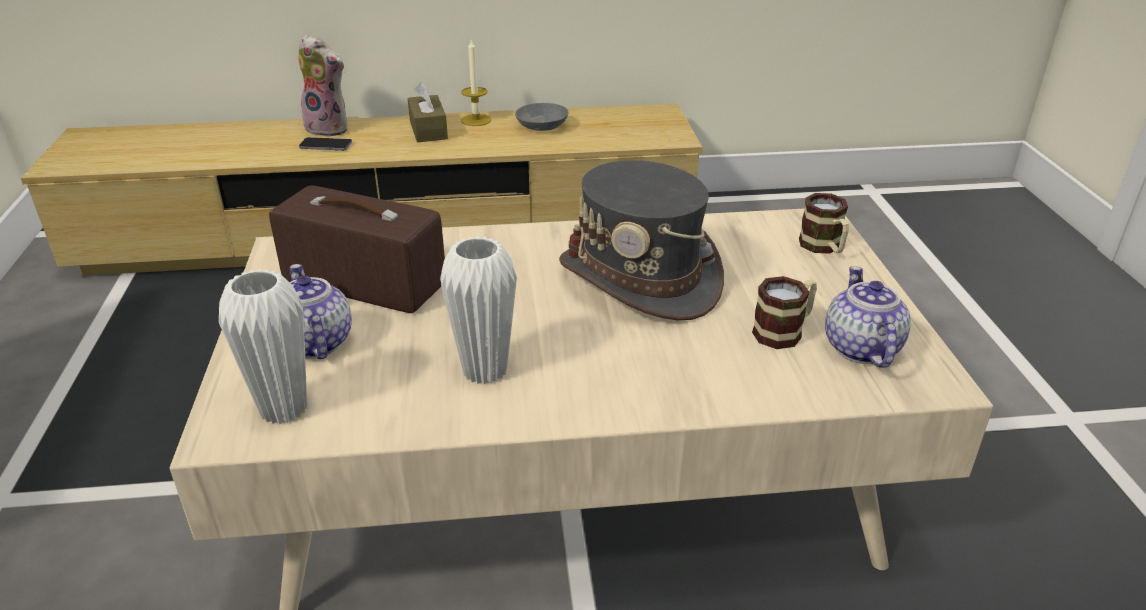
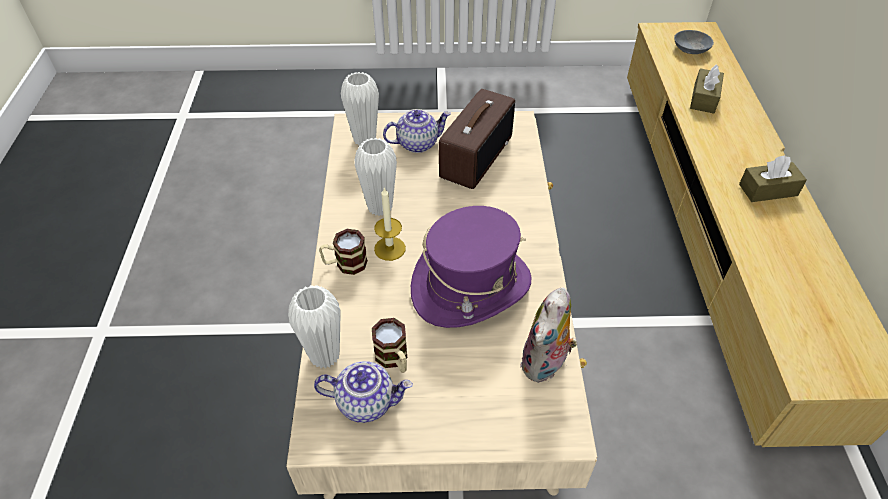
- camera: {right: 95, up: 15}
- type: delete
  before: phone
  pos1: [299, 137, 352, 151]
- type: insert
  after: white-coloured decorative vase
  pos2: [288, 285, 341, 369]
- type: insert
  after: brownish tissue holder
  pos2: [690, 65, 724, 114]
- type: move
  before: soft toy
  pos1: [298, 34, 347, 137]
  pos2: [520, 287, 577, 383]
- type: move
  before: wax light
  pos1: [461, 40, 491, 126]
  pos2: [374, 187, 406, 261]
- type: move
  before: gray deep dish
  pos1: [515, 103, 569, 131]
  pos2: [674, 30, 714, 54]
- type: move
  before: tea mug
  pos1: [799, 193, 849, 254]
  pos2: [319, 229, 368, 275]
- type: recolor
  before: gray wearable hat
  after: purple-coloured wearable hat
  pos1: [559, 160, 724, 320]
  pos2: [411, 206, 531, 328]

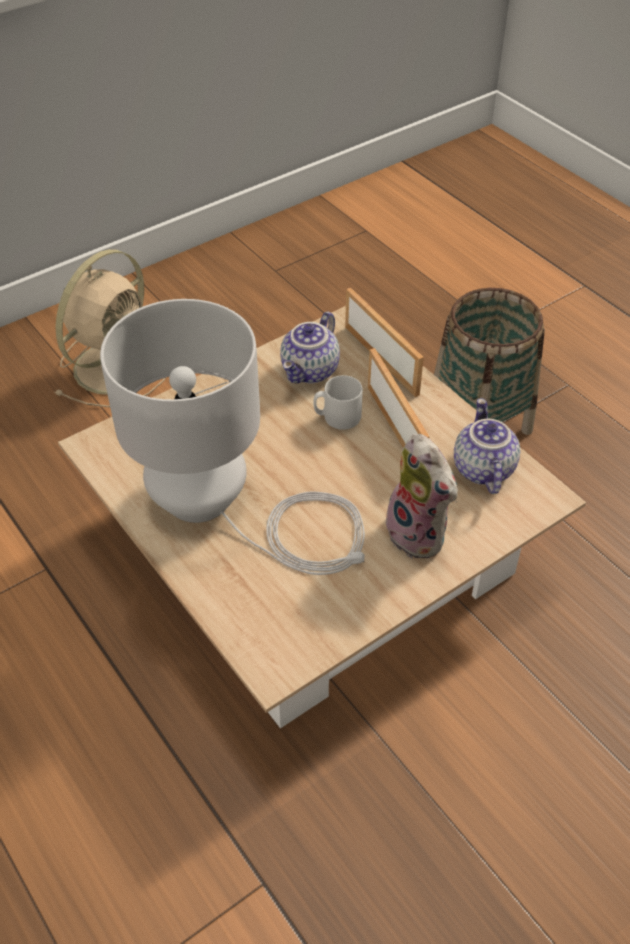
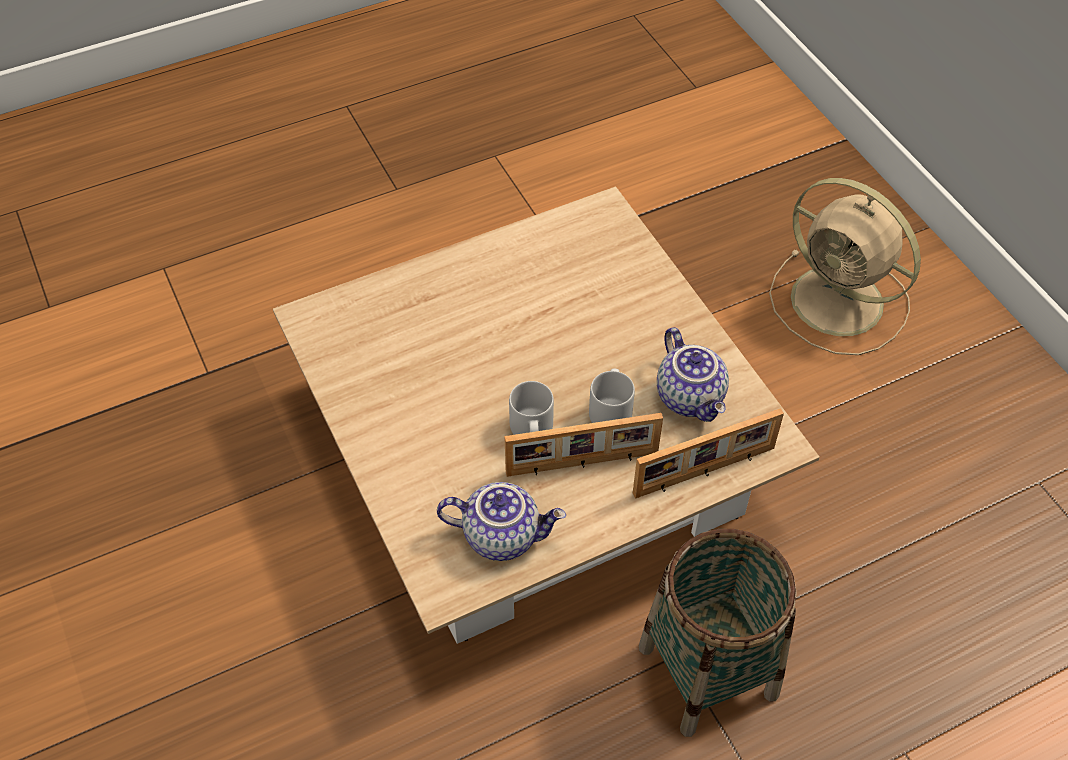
- camera: {right: 100, up: 5}
- type: delete
  before: gray lamp for a table
  pos1: [100, 299, 365, 575]
- type: delete
  before: soft toy
  pos1: [385, 434, 458, 559]
- type: insert
  after: gray tea mug
  pos2: [509, 381, 554, 435]
- type: rotate
  before: tea pot
  pos1: [280, 311, 340, 384]
  pos2: [657, 327, 729, 422]
  turn: -150

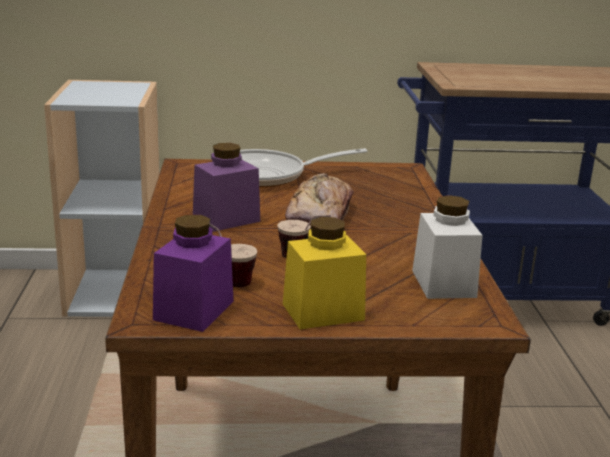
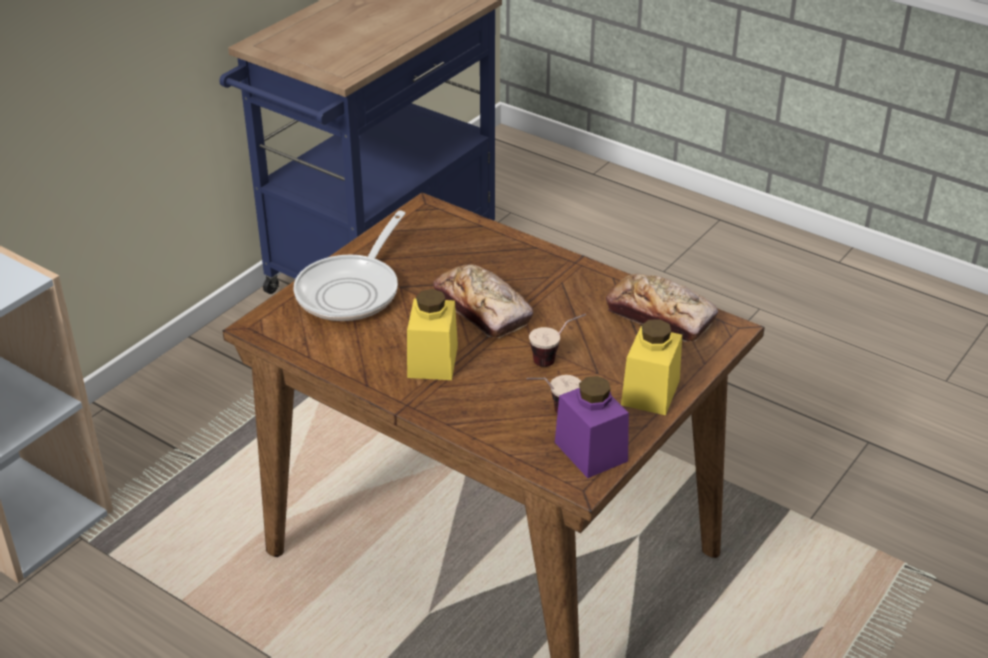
- camera: {right: -50, up: 15}
- type: replace
  before: white-coloured preserve jar
  after: baked bread
  pos1: [412, 195, 483, 299]
  pos2: [606, 274, 718, 342]
- type: recolor
  before: purple-coloured preserve jar
  after: yellow-coloured preserve jar
  pos1: [193, 143, 260, 232]
  pos2: [407, 289, 458, 380]

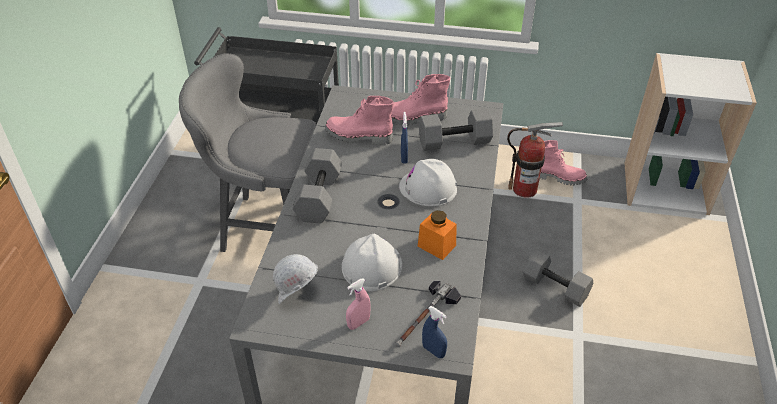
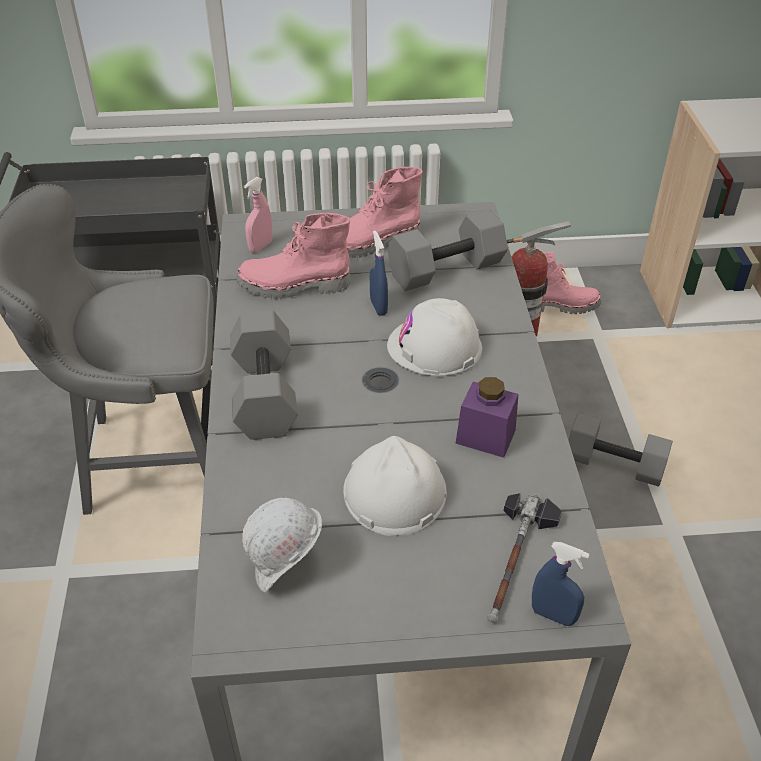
- camera: {right: -15, up: 0}
- type: move
  before: pink hand sprayer
  pos1: [346, 278, 371, 330]
  pos2: [244, 177, 273, 253]
- type: recolor
  before: orangey preserve jar
  after: purple-coloured preserve jar
  pos1: [418, 210, 457, 260]
  pos2: [456, 377, 518, 458]

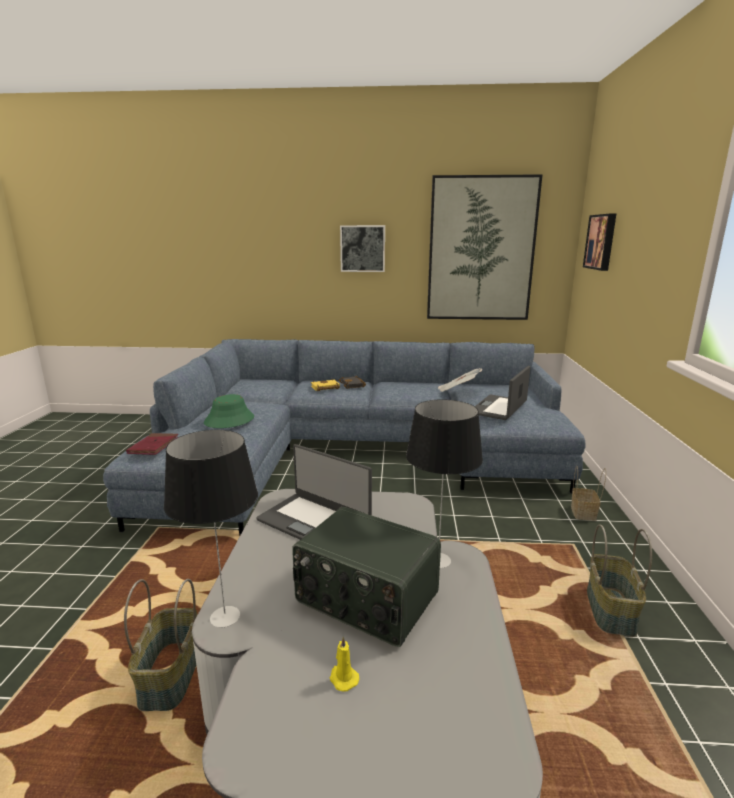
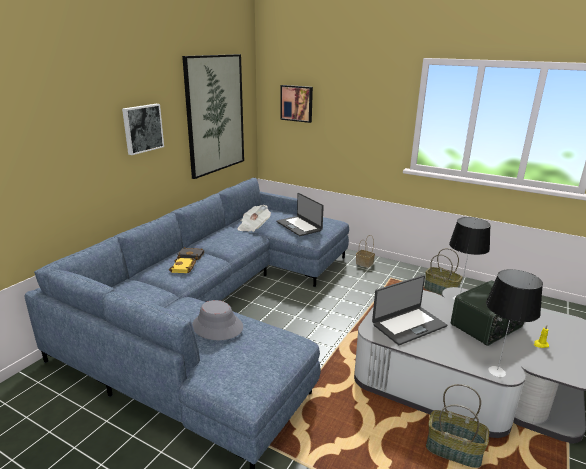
- camera: {right: -65, up: 5}
- type: delete
  before: reddish bound book
  pos1: [126, 433, 178, 455]
- type: recolor
  before: green wearable hat
  after: gray wearable hat
  pos1: [204, 394, 254, 428]
  pos2: [192, 300, 243, 340]

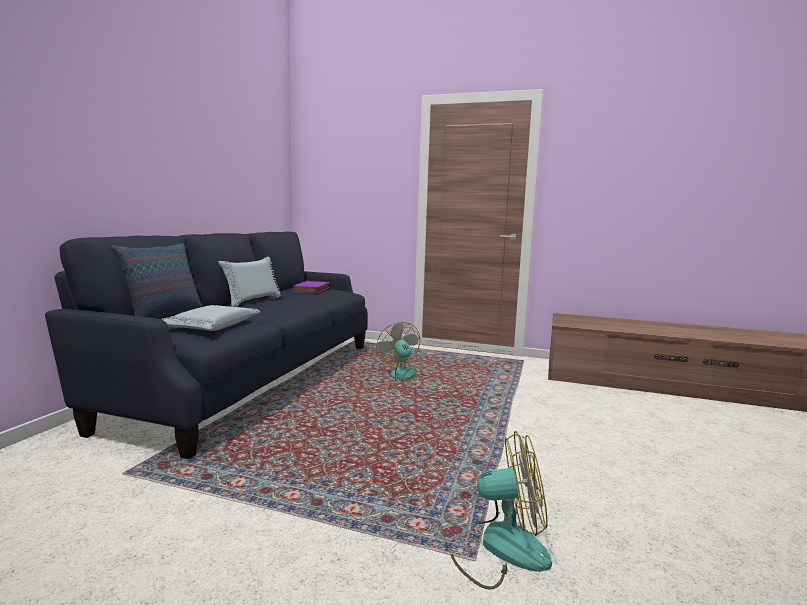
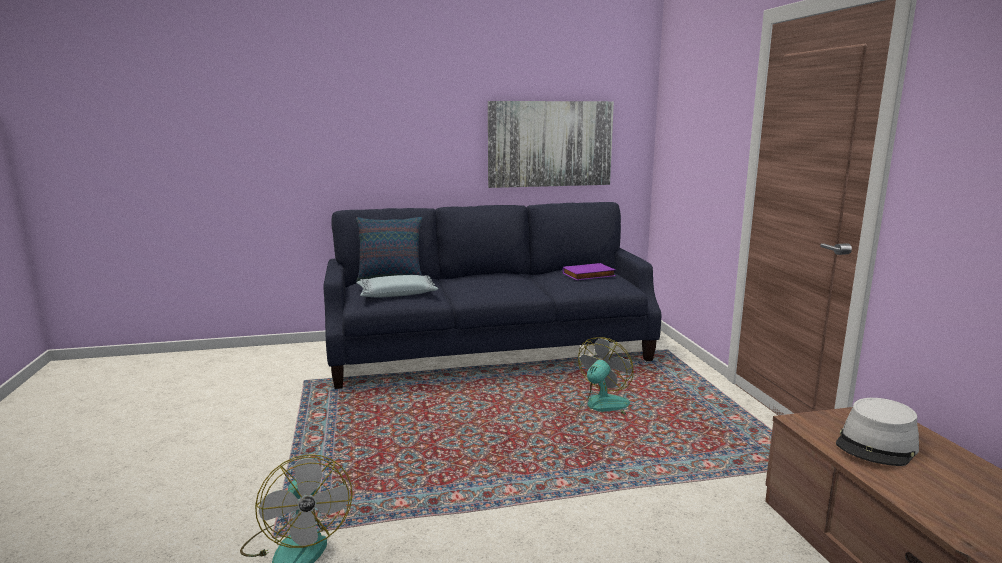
- camera: {right: 60, up: 5}
- type: delete
  before: blue throw pillow
  pos1: [218, 257, 281, 307]
- type: insert
  after: picture
  pos2: [488, 101, 614, 188]
- type: insert
  after: gray wearable hat
  pos2: [836, 398, 919, 466]

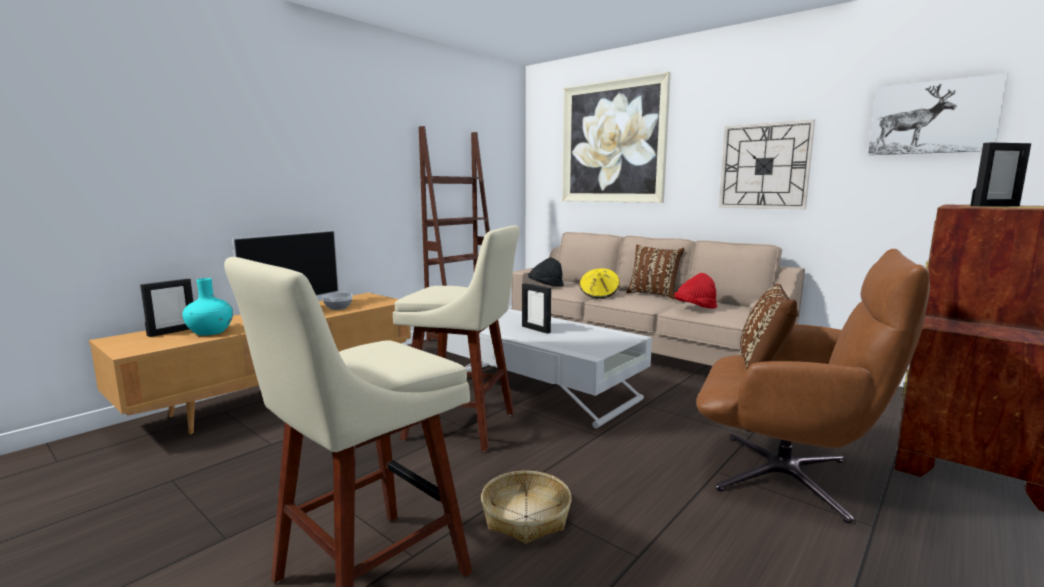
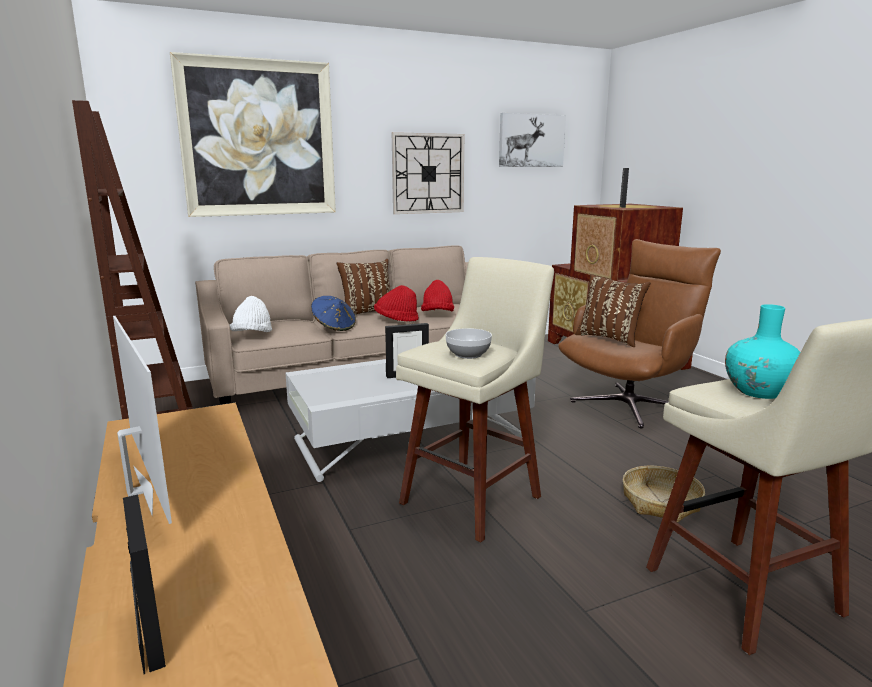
- camera: {right: -65, up: 5}
- type: insert
  after: reddish wearable hat
  pos2: [374, 285, 419, 321]
- type: move
  before: turquoise-coloured decorative vase
  pos1: [182, 278, 233, 336]
  pos2: [725, 304, 800, 399]
- type: move
  before: deep dish
  pos1: [322, 293, 353, 310]
  pos2: [446, 328, 492, 359]
- type: recolor
  before: black-coloured wearable hat
  after: white-coloured wearable hat
  pos1: [528, 258, 564, 287]
  pos2: [230, 296, 272, 332]
- type: recolor
  before: yellow-coloured wearable hat
  after: blue wearable hat
  pos1: [579, 268, 620, 299]
  pos2: [311, 296, 356, 331]

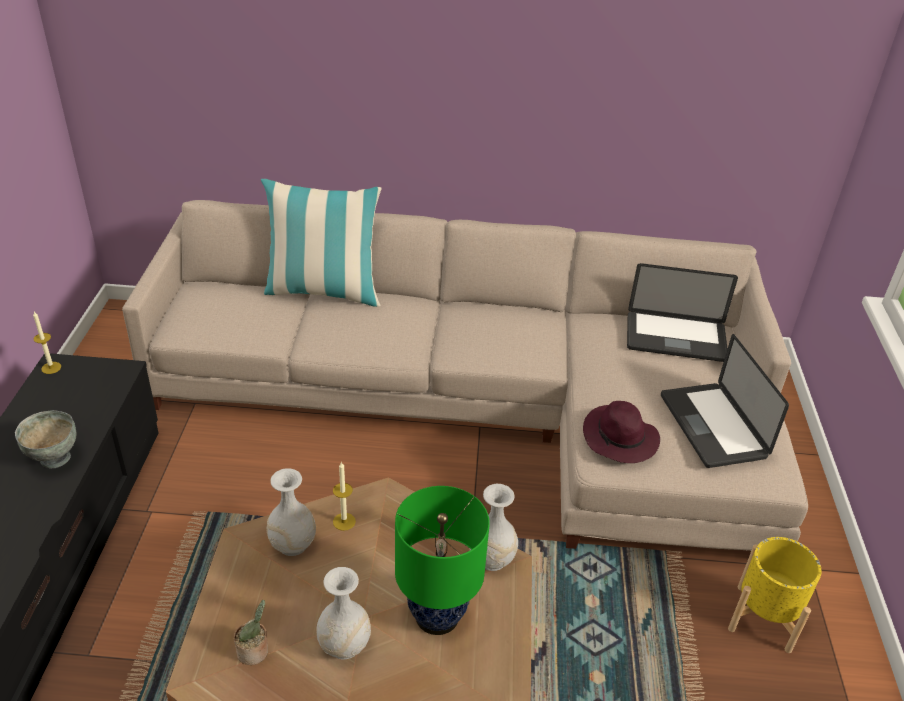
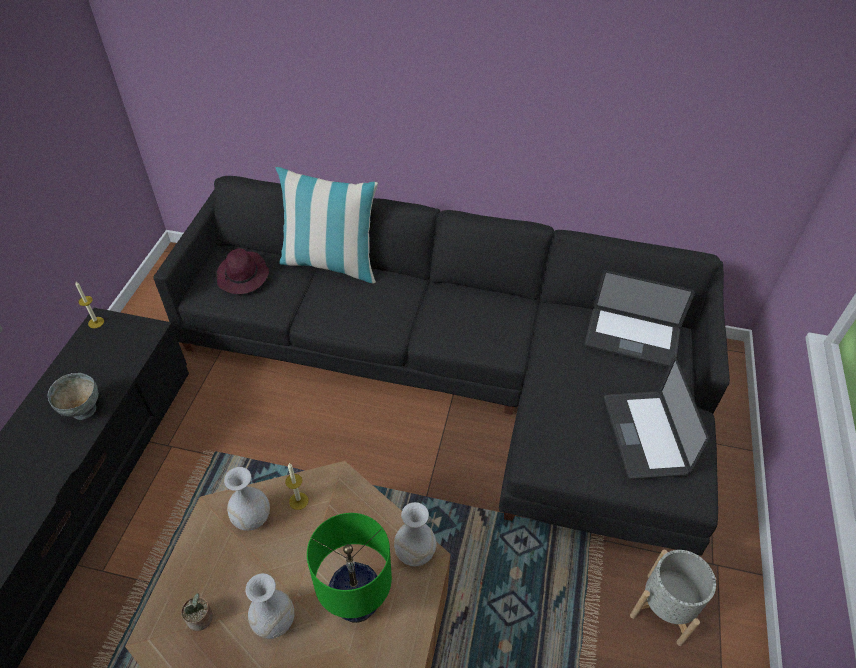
- camera: {right: 10, up: 10}
- type: move
  before: purple-coloured wearable hat
  pos1: [583, 401, 660, 463]
  pos2: [217, 248, 269, 294]
- type: recolor
  before: beige-coloured sofa
  after: black-coloured sofa
  pos1: [122, 200, 808, 551]
  pos2: [153, 176, 730, 556]
- type: recolor
  before: yellow-coloured planter
  after: gray planter
  pos1: [728, 537, 822, 653]
  pos2: [630, 550, 716, 646]

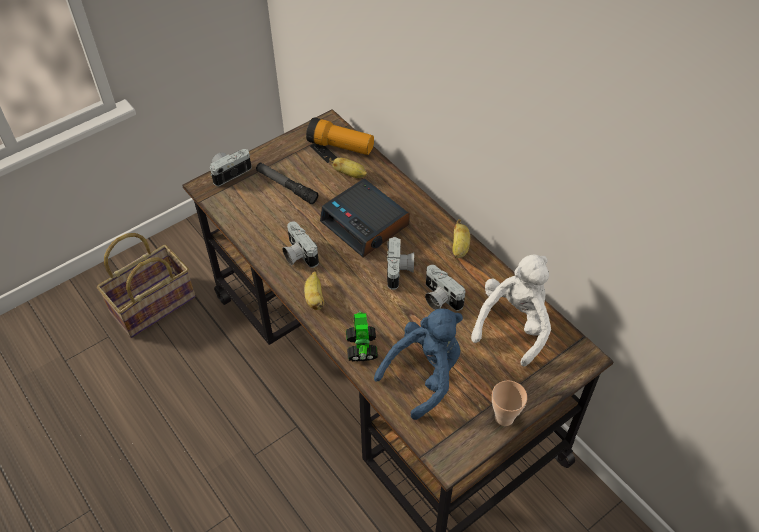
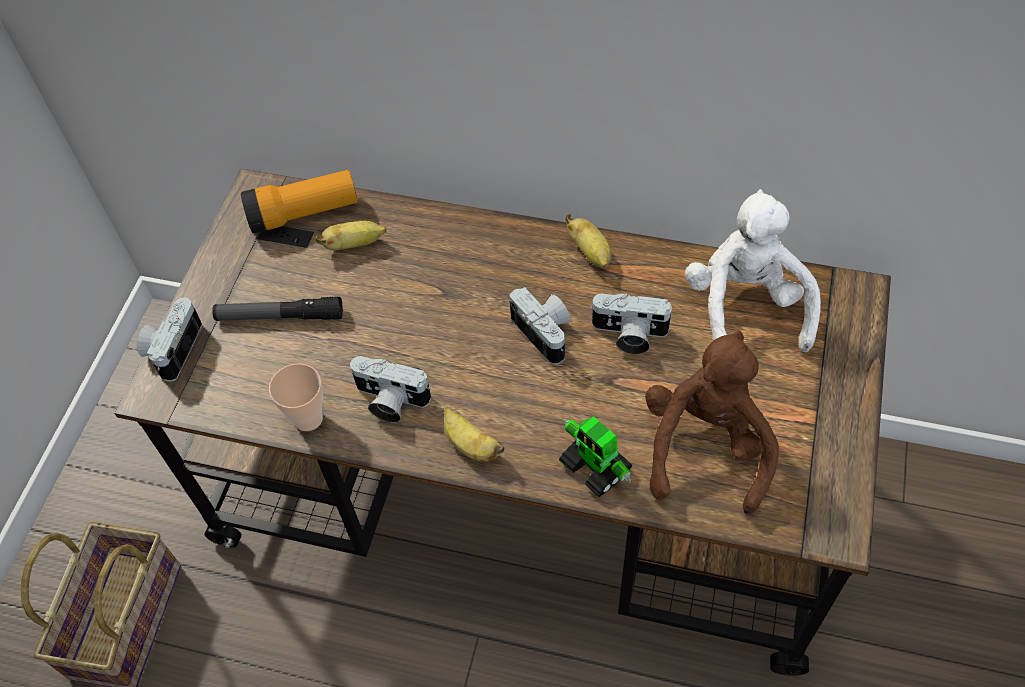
- camera: {right: -35, up: 5}
- type: delete
  before: bedside clock
  pos1: [320, 178, 410, 257]
- type: move
  before: small cup
  pos1: [492, 380, 527, 426]
  pos2: [269, 363, 323, 431]
- type: recolor
  before: blue soft toy
  after: brownish soft toy
  pos1: [374, 309, 463, 420]
  pos2: [645, 331, 779, 514]

